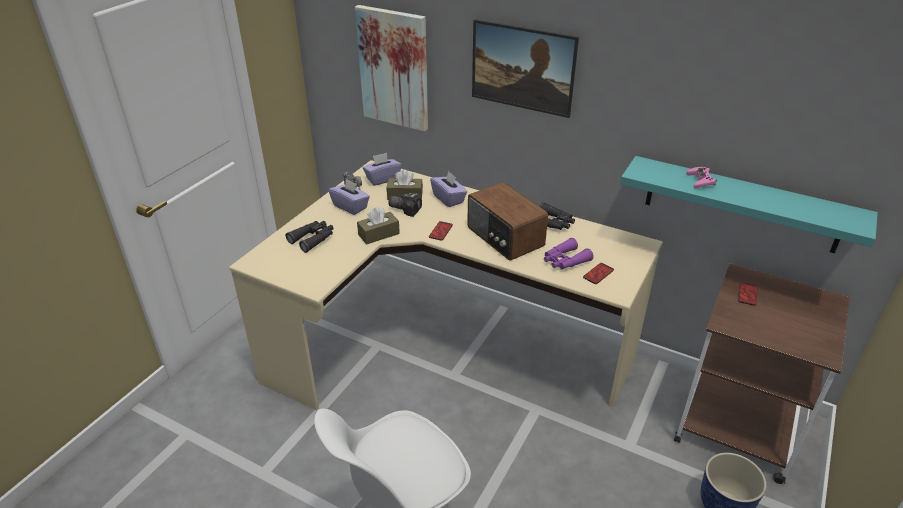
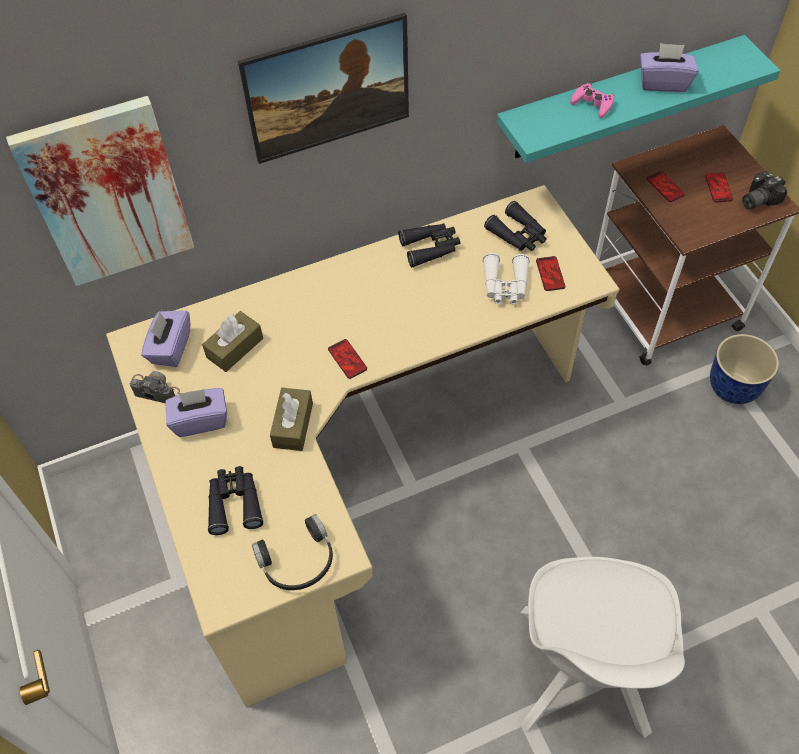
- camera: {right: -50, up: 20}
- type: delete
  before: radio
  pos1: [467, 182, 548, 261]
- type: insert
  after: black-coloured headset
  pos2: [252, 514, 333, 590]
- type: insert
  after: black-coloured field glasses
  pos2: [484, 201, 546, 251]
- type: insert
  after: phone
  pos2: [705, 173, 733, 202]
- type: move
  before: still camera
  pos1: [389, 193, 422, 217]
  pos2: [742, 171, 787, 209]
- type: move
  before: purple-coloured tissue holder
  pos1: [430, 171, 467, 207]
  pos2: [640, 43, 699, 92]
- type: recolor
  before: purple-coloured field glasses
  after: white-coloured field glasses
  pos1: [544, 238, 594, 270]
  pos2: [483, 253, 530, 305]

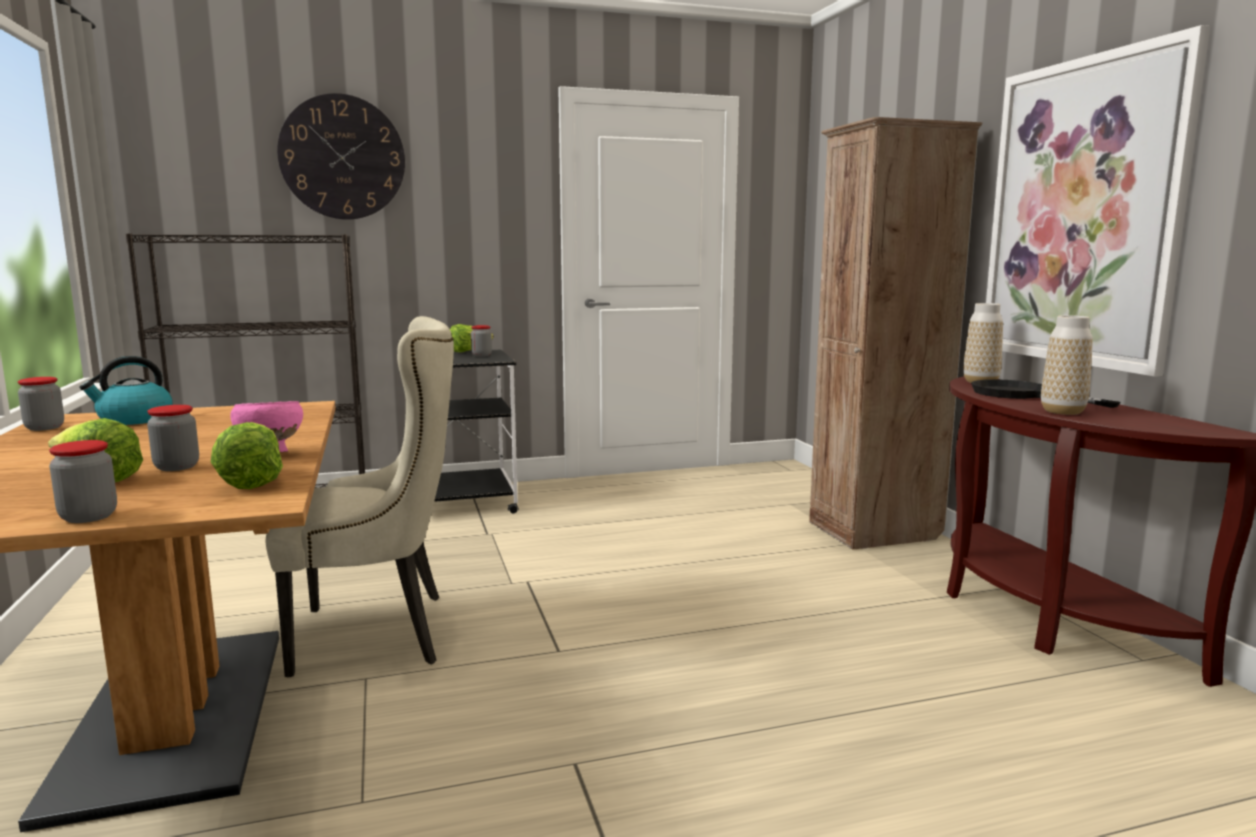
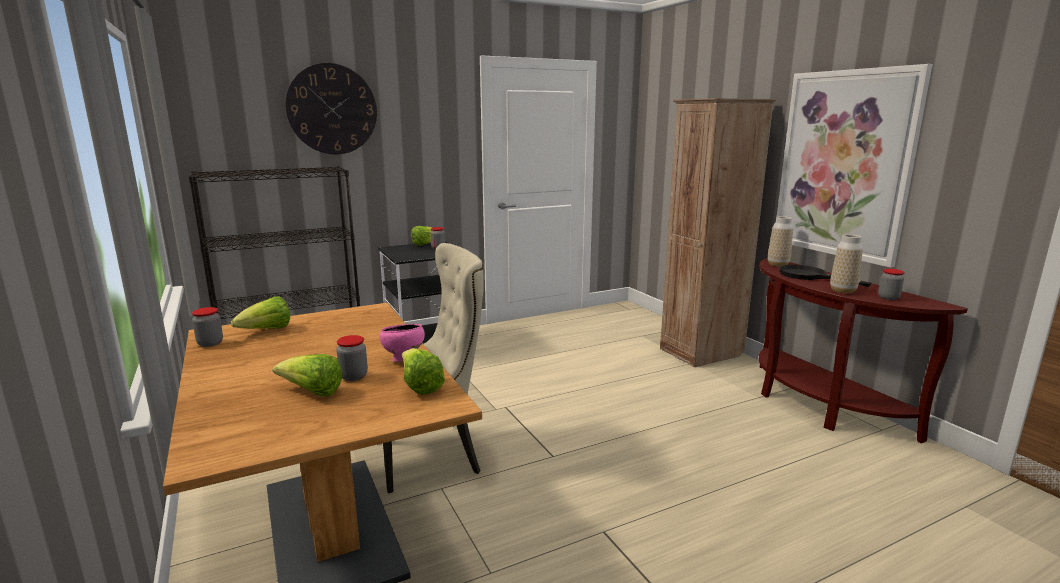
- camera: {right: -10, up: 5}
- type: move
  before: preserve jar
  pos1: [49, 440, 117, 523]
  pos2: [878, 269, 905, 300]
- type: replace
  before: water kettle
  after: head of lettuce
  pos1: [79, 356, 173, 425]
  pos2: [231, 297, 290, 329]

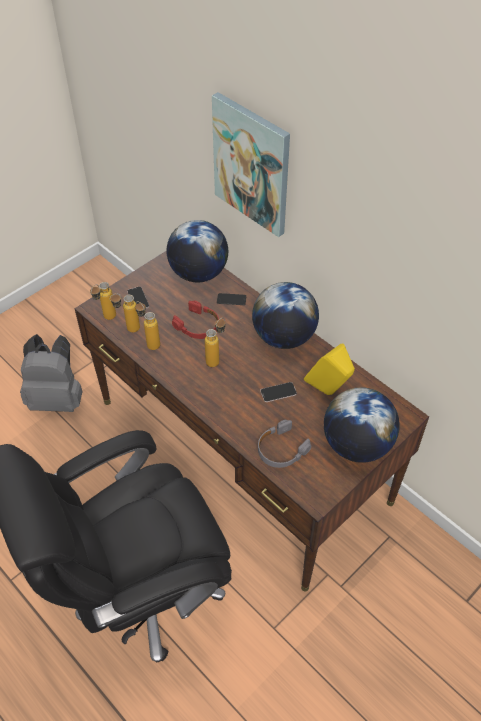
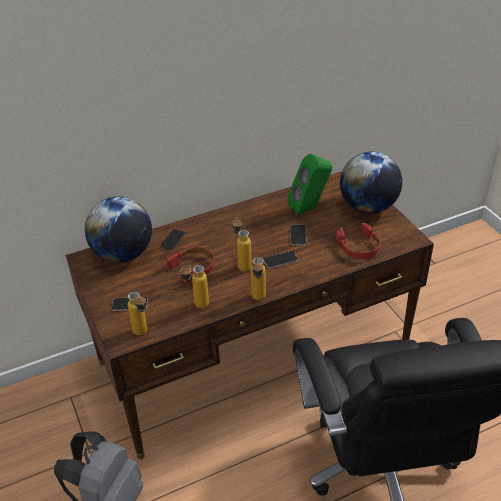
- camera: {right: -70, up: -10}
- type: delete
  before: picture
  pos1: [212, 92, 290, 237]
- type: delete
  before: globe
  pos1: [252, 282, 319, 349]
- type: insert
  after: phone
  pos2: [263, 251, 298, 268]
- type: move
  before: drink bottle
  pos1: [110, 293, 140, 333]
  pos2: [251, 257, 266, 300]
- type: recolor
  before: gray headset
  after: reddish headset
  pos1: [258, 420, 311, 468]
  pos2: [336, 222, 380, 259]
- type: recolor
  before: yellow-coloured loudspeaker
  after: green loudspeaker
  pos1: [304, 344, 355, 395]
  pos2: [287, 154, 332, 215]

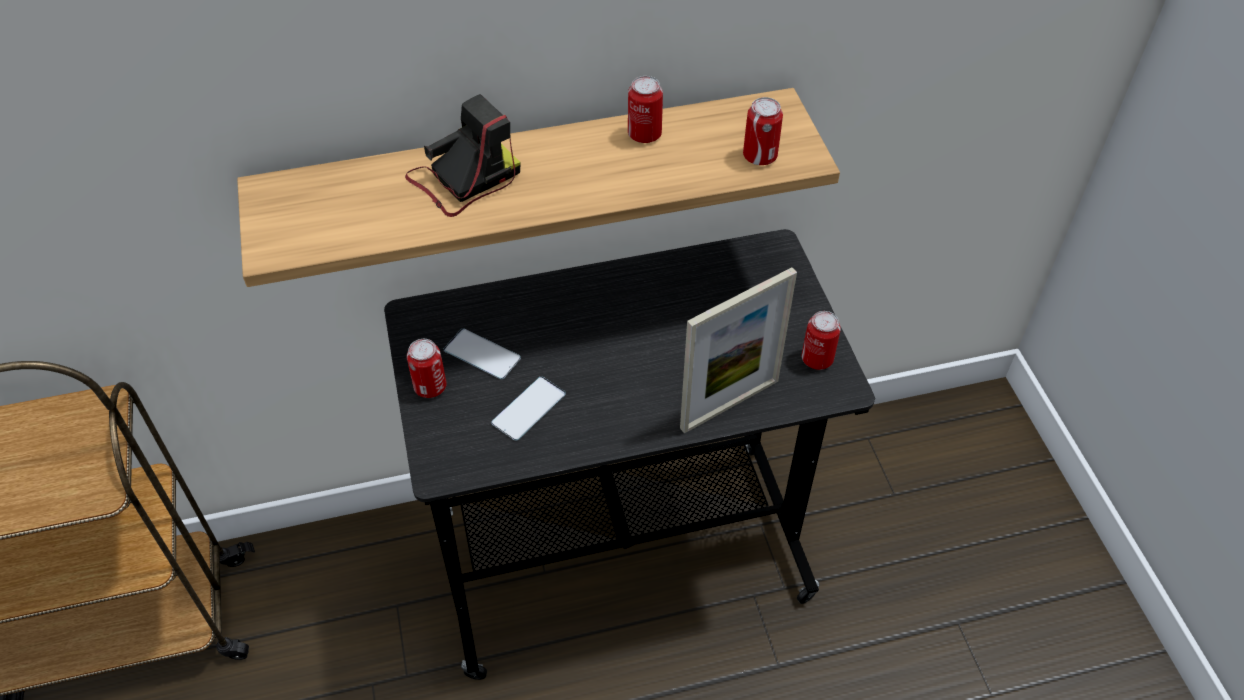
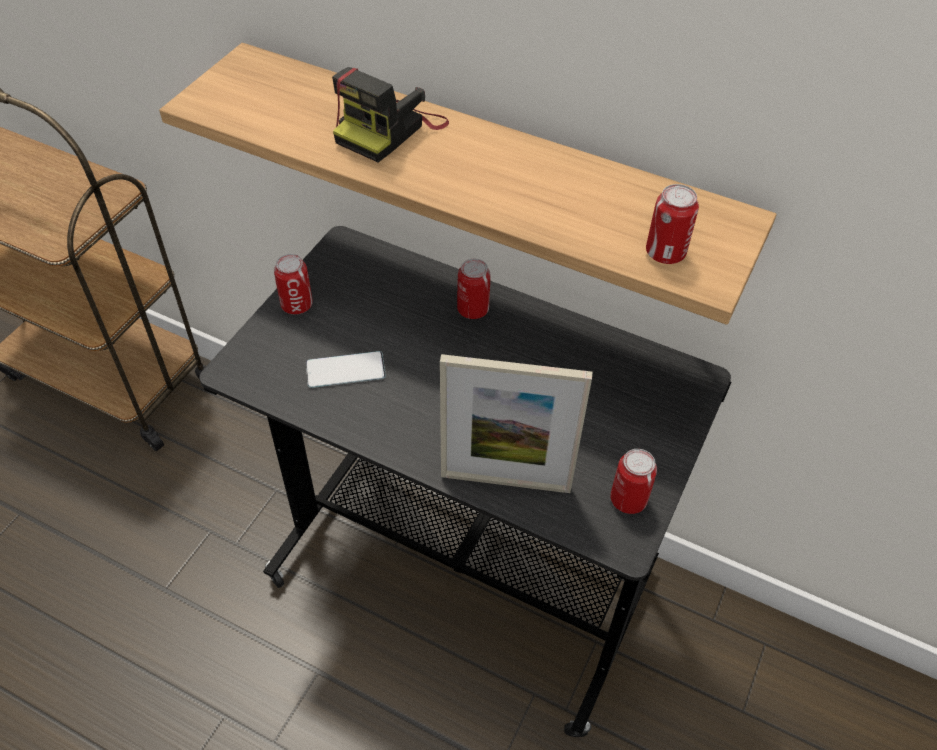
- camera: {right: 40, up: 0}
- type: delete
  before: phone
  pos1: [444, 329, 521, 379]
- type: move
  before: can
  pos1: [628, 76, 663, 143]
  pos2: [457, 259, 491, 319]
- type: rotate
  before: still camera
  pos1: [405, 94, 521, 217]
  pos2: [332, 67, 449, 162]
  turn: 120

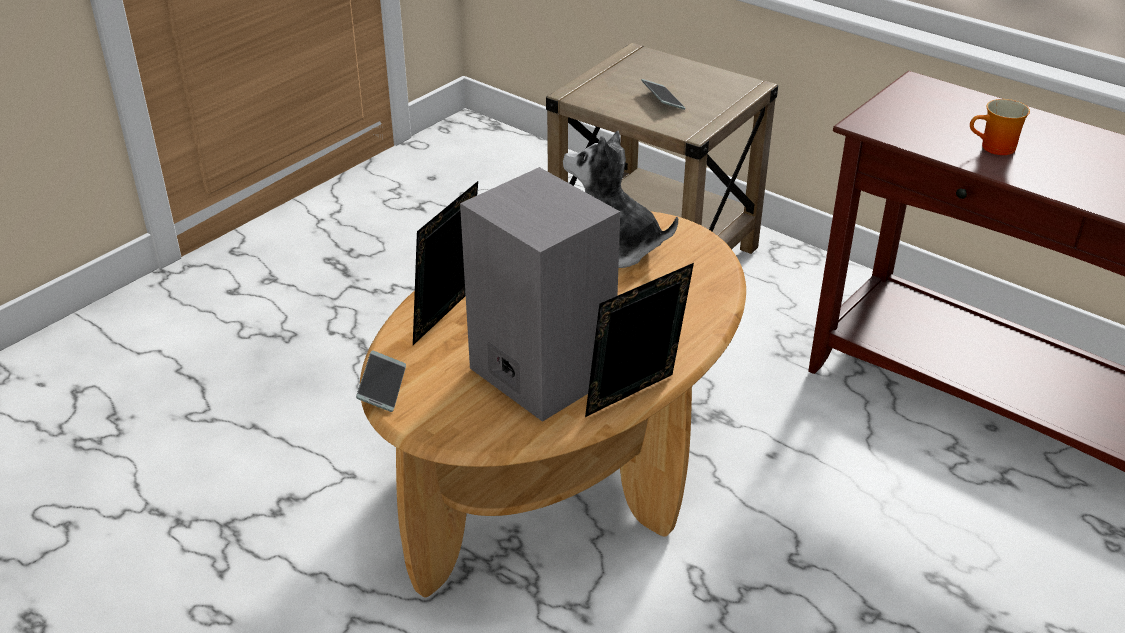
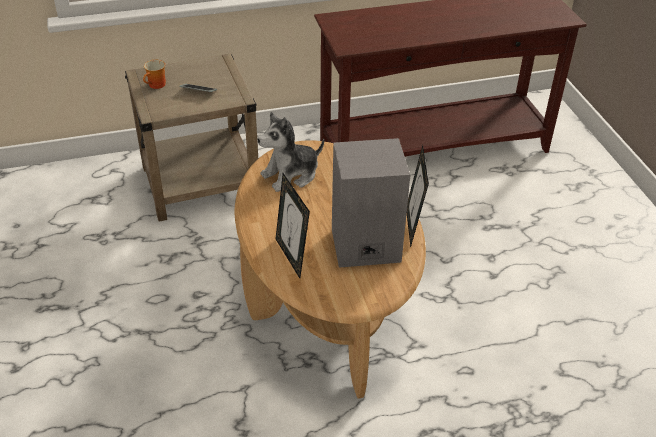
- camera: {right: -55, up: 5}
- type: delete
  before: phone
  pos1: [356, 351, 406, 412]
- type: move
  before: tea mug
  pos1: [970, 99, 1030, 155]
  pos2: [143, 60, 166, 89]

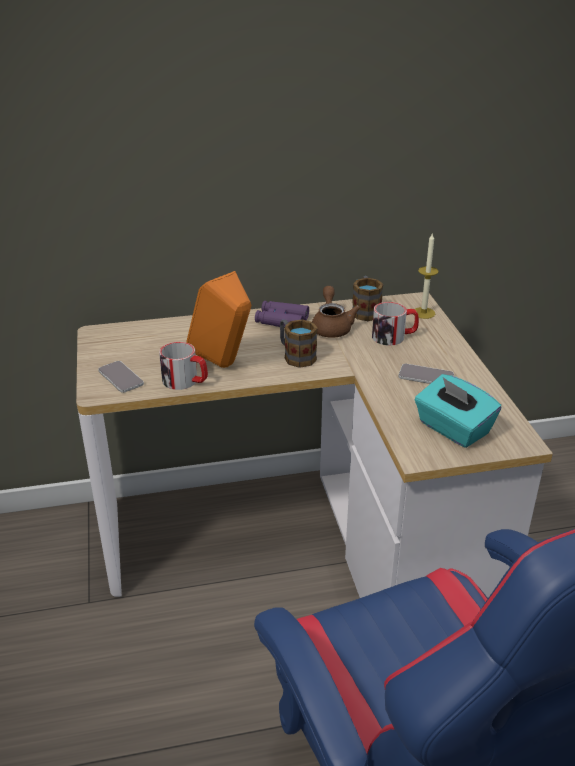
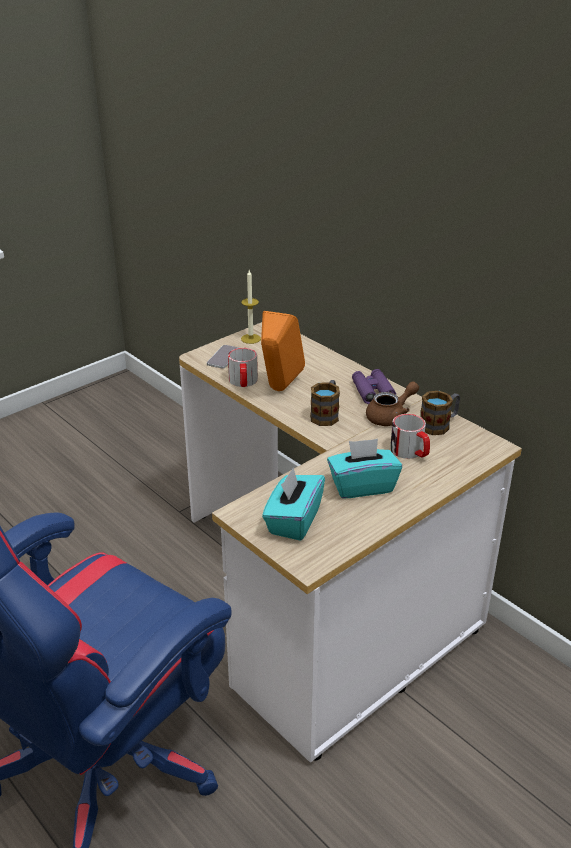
- camera: {right: 60, up: 0}
- type: move
  before: wax light
  pos1: [413, 234, 438, 319]
  pos2: [241, 270, 261, 344]
- type: replace
  before: phone
  after: turquoise-coloured tissue holder
  pos1: [398, 364, 454, 384]
  pos2: [327, 439, 402, 498]

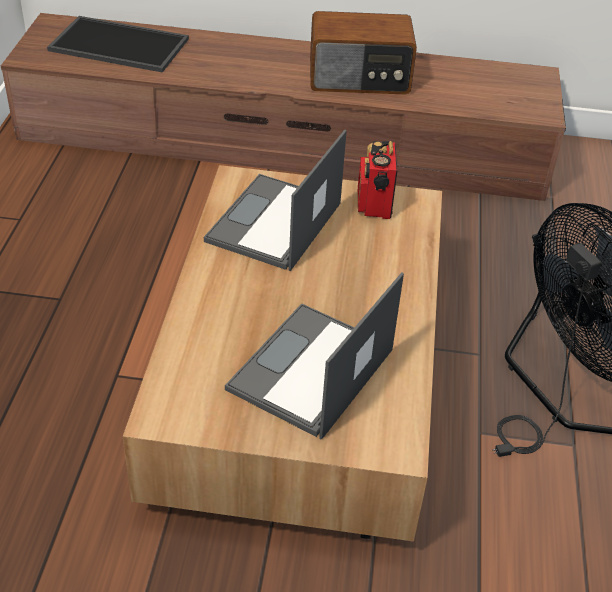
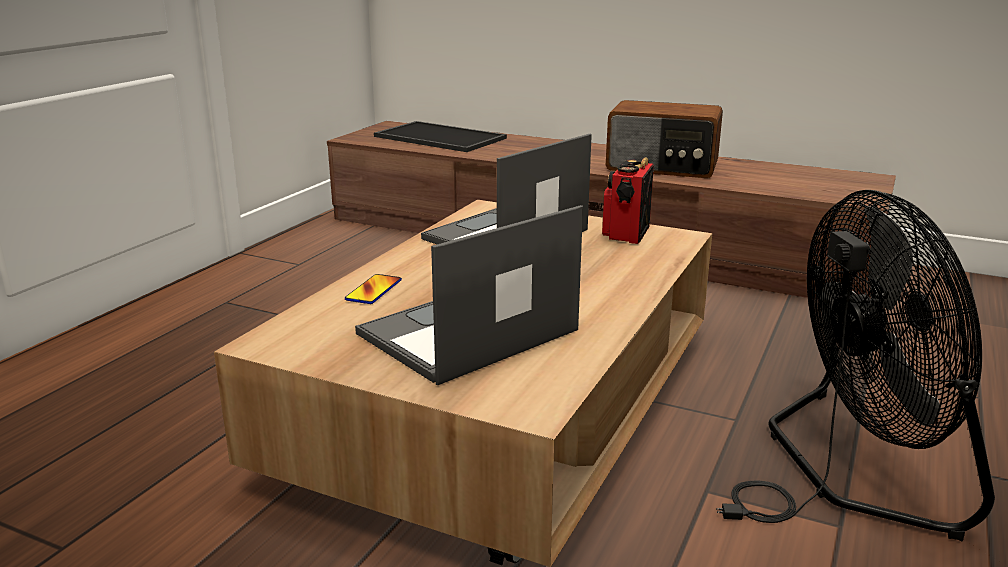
- camera: {right: 20, up: -20}
- type: insert
  after: phone
  pos2: [345, 274, 402, 304]

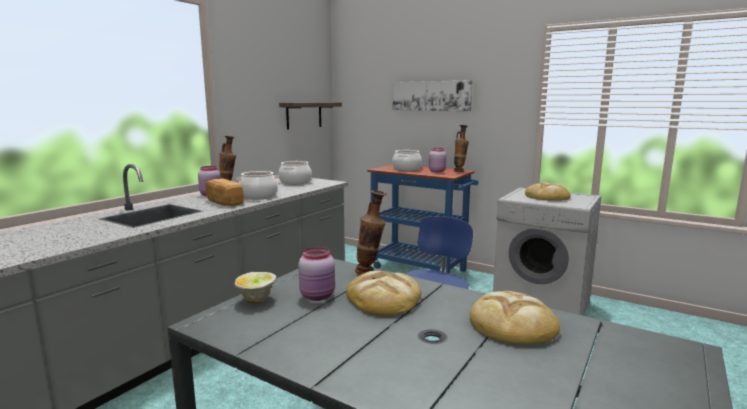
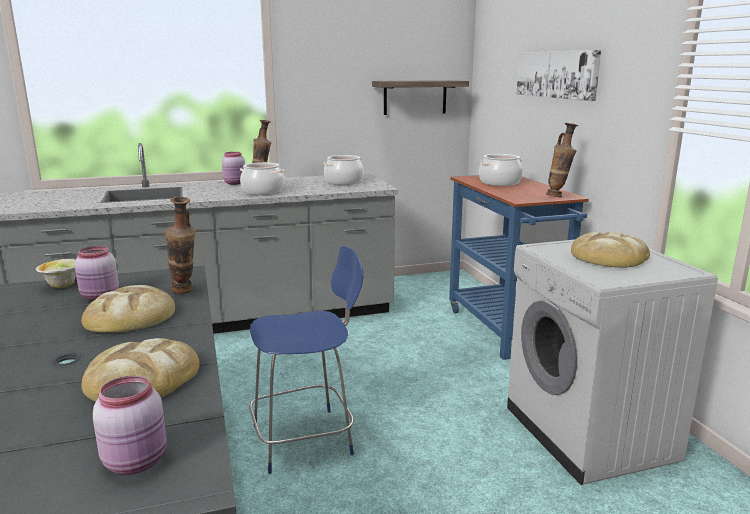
- camera: {right: 40, up: 5}
- type: delete
  before: baked bread
  pos1: [206, 178, 244, 206]
- type: move
  before: pink preserve jar
  pos1: [429, 148, 446, 172]
  pos2: [93, 376, 167, 475]

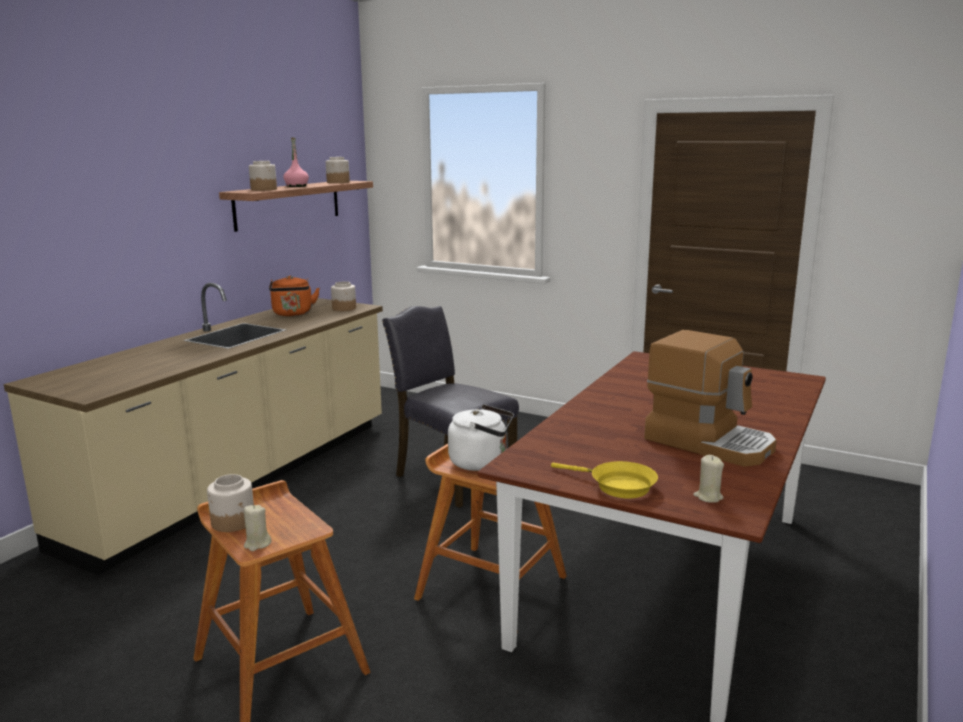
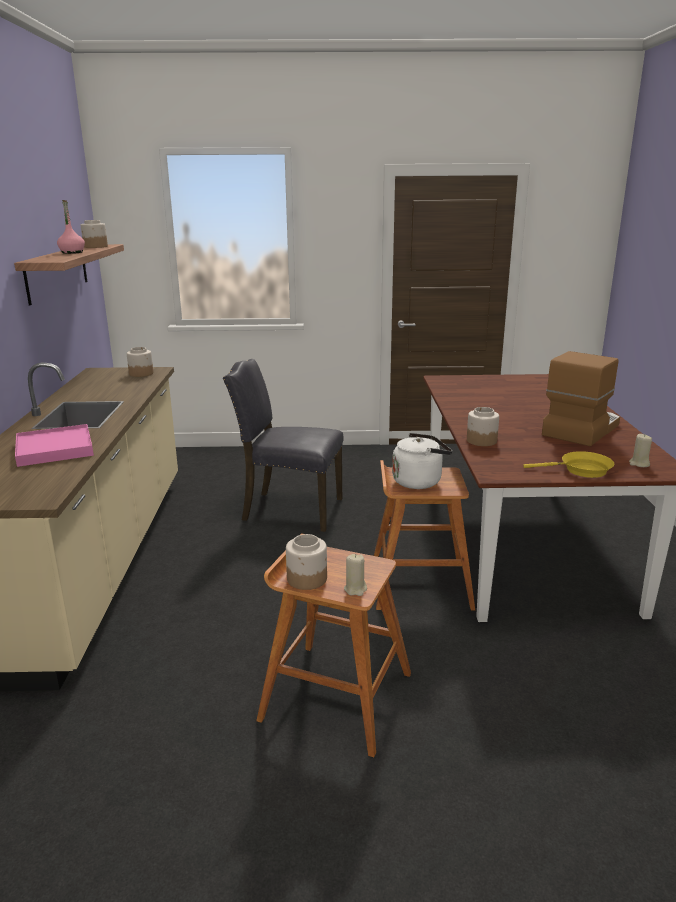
- camera: {right: -30, up: 5}
- type: delete
  before: orangey water kettle
  pos1: [269, 275, 320, 316]
- type: insert
  after: pink carrying tray
  pos2: [15, 424, 94, 467]
- type: move
  before: preserve jar
  pos1: [249, 161, 277, 191]
  pos2: [467, 407, 499, 446]
- type: rotate
  before: coffee brewer
  pos1: [644, 330, 777, 467]
  pos2: [542, 351, 620, 446]
  turn: -60

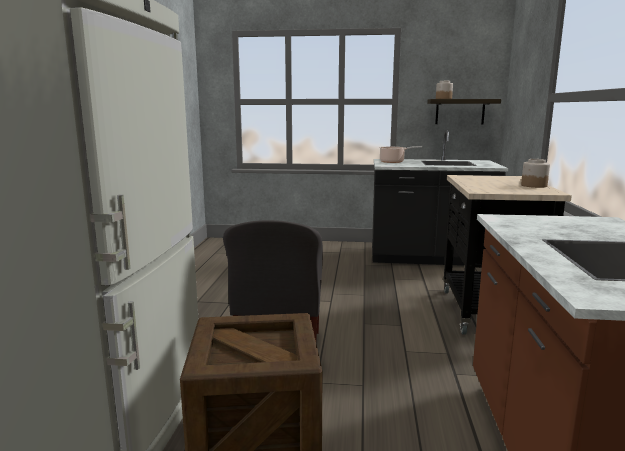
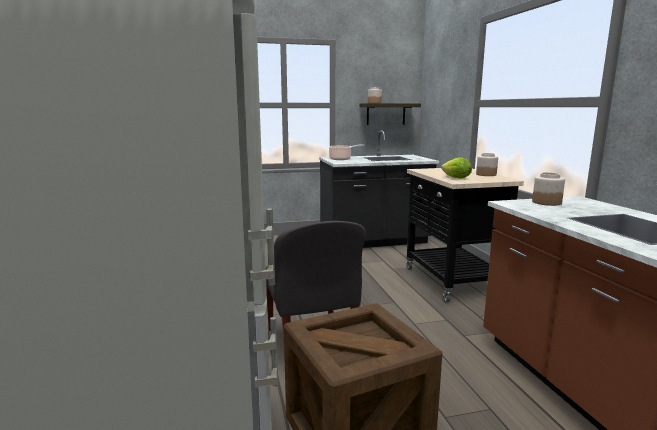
- camera: {right: -20, up: 0}
- type: insert
  after: head of lettuce
  pos2: [441, 158, 472, 178]
- type: insert
  after: preserve jar
  pos2: [532, 172, 565, 206]

